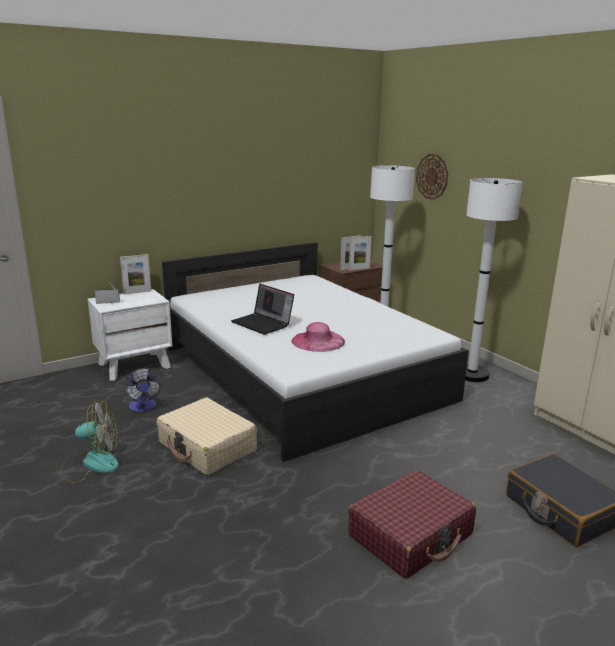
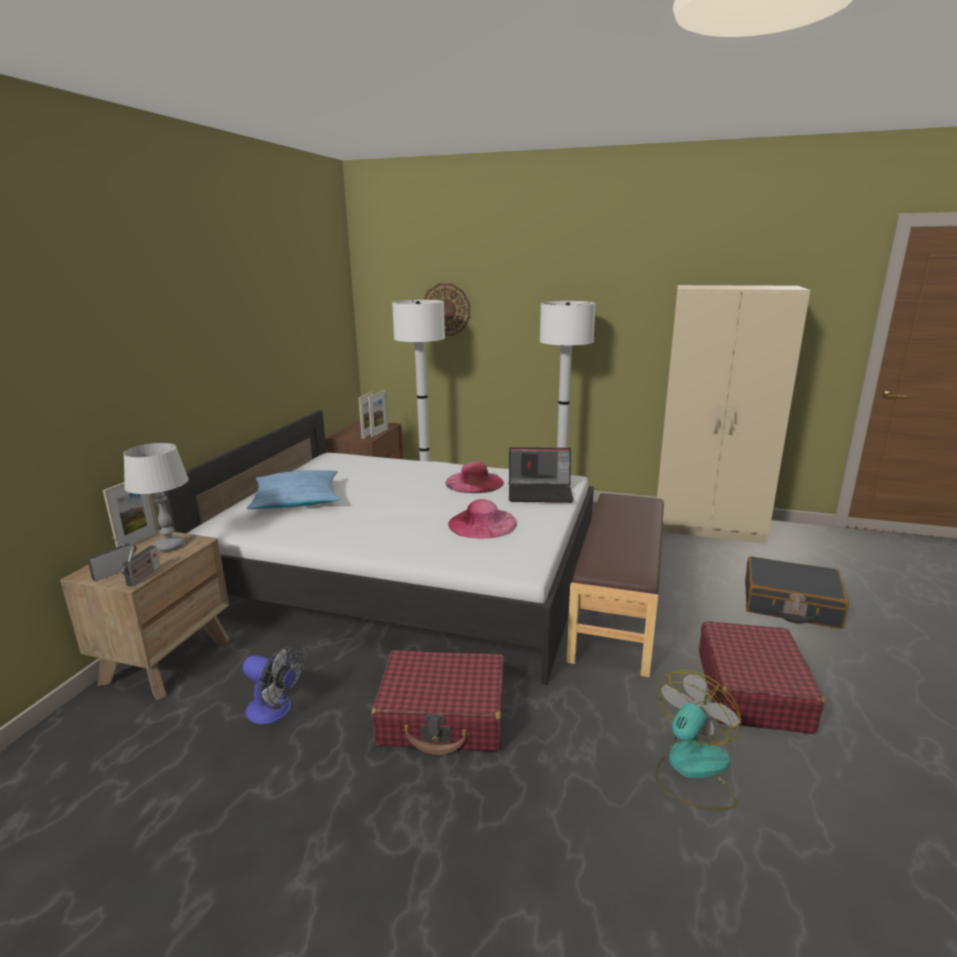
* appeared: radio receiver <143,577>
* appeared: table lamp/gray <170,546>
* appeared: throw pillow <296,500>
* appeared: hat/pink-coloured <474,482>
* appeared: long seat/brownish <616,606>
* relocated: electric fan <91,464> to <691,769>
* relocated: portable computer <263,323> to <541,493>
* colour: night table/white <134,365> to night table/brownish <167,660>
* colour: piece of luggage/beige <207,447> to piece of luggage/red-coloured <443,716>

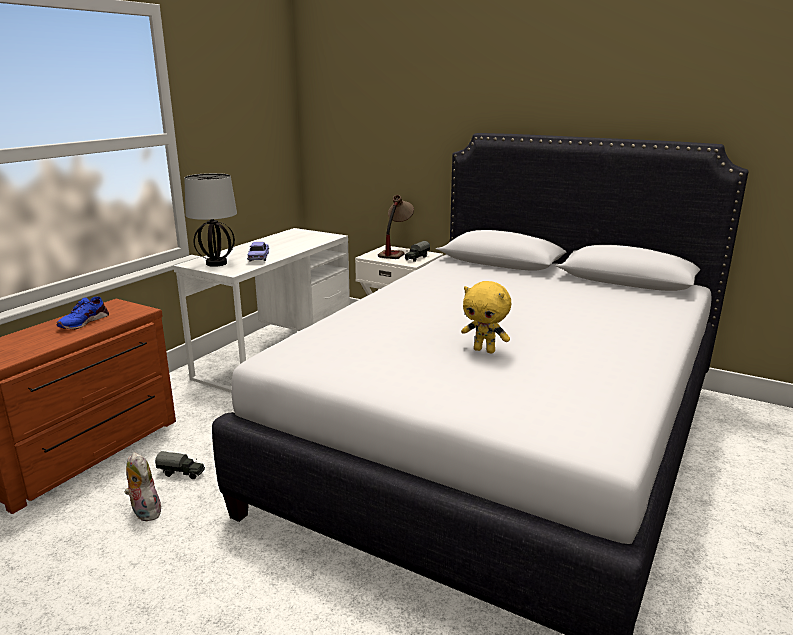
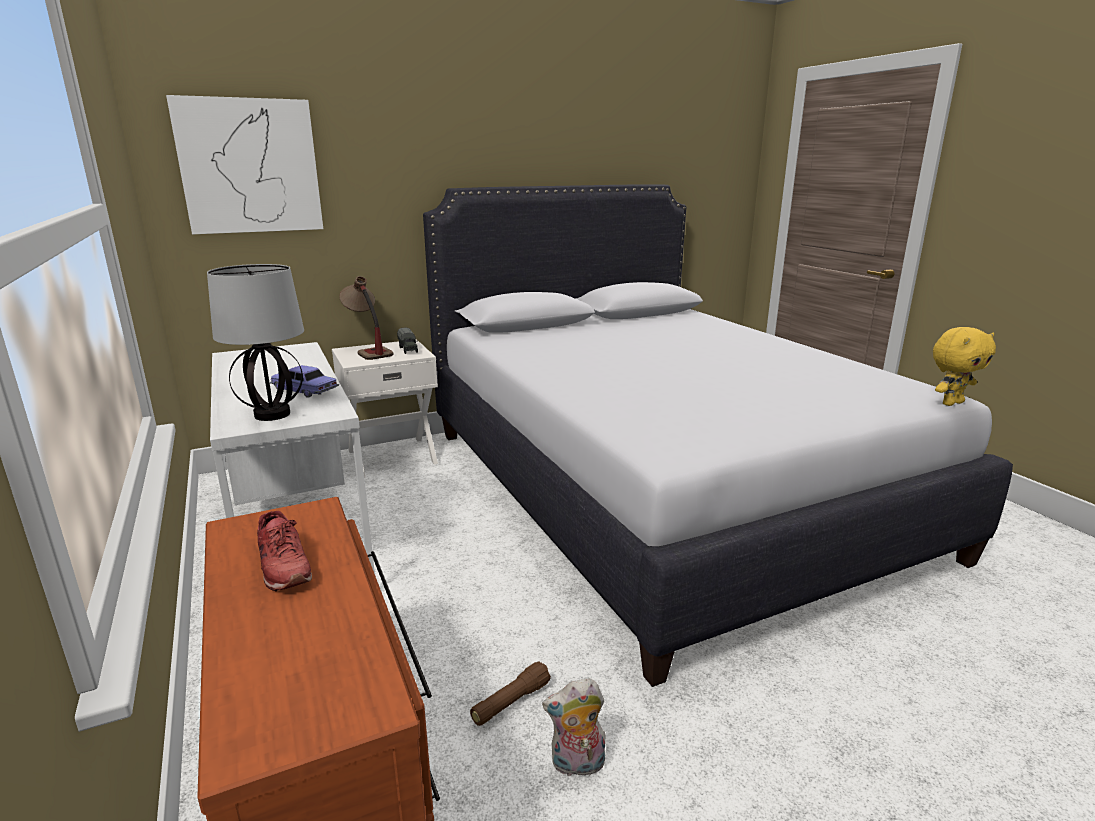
* appeared: wall art <250,166>
* relocated: soft toy/yellow <485,350> to <951,403>
* exchanged: model truck <182,473> to torch/brownish <511,702>
* colour: shoe/blue-coloured <83,322> to shoe/red-coloured <283,566>

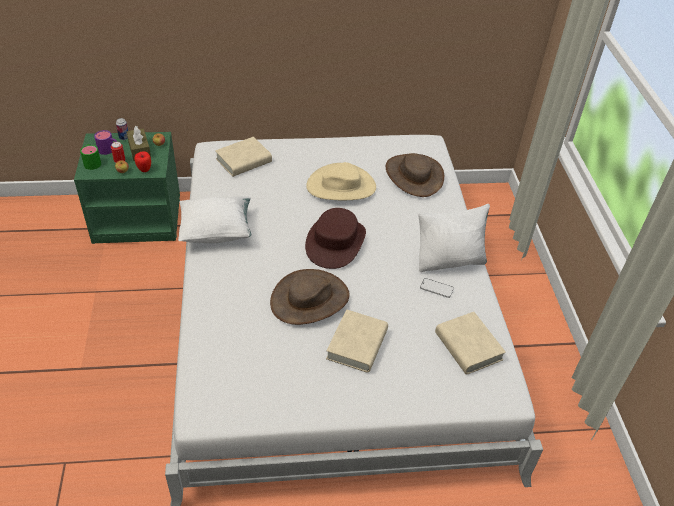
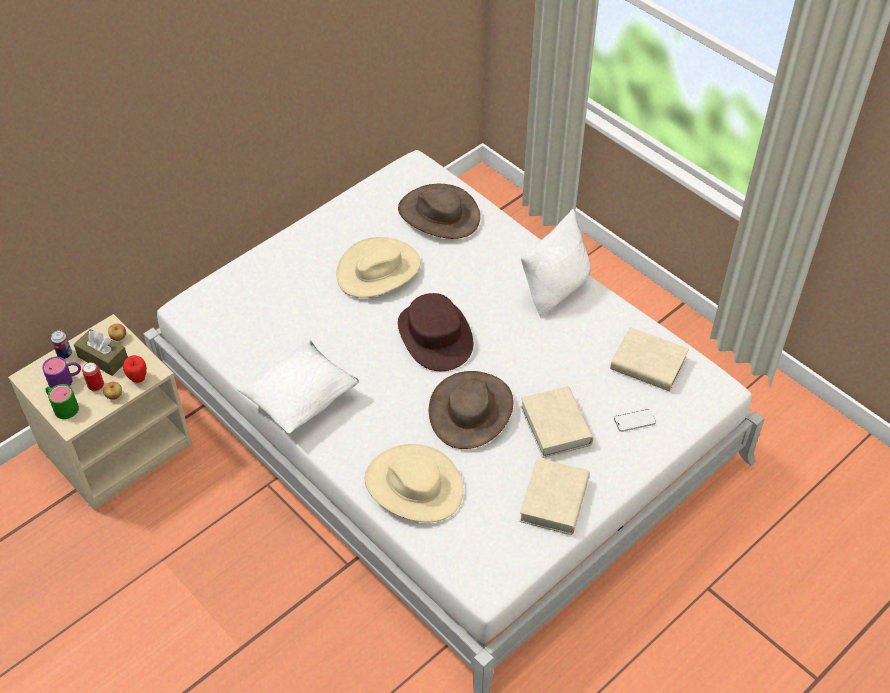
* appeared: hat/beige <414,485>
* relocated: book/beige <244,161> to <554,500>
* relocated: phone <436,288> to <634,421>
* colour: night table/green <138,218> to night table/beige <116,445>

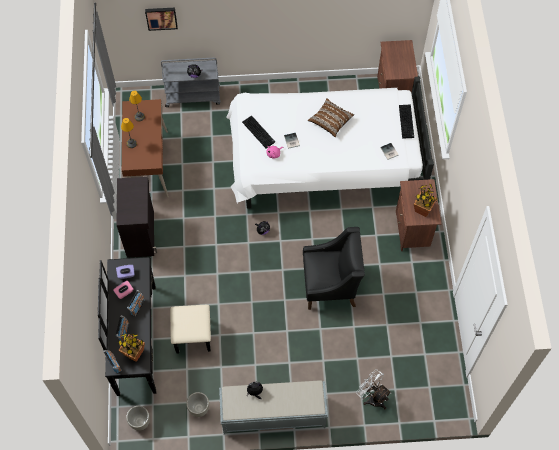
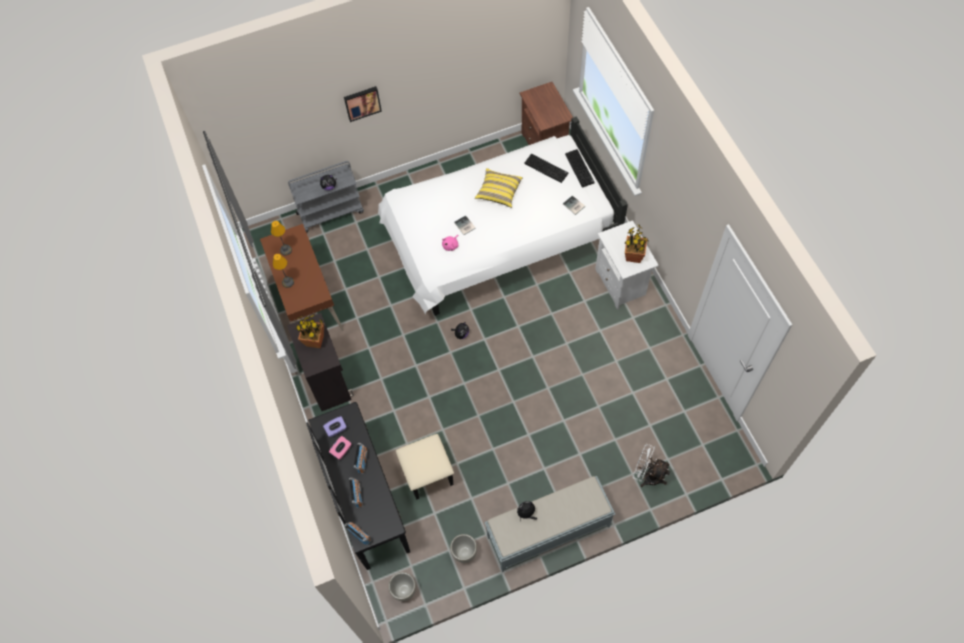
* missing: lounge chair/black-coloured <330,285>
* relocated: potted plant <134,353> to <315,340>
* relocated: wall art <161,17> to <362,102>
* relocated: keyboard <259,132> to <547,168>
* colour: throw pillow/brownish <330,121> to throw pillow/yellow <499,192>
* colour: night table/brownish <413,230> to night table/white <621,283>

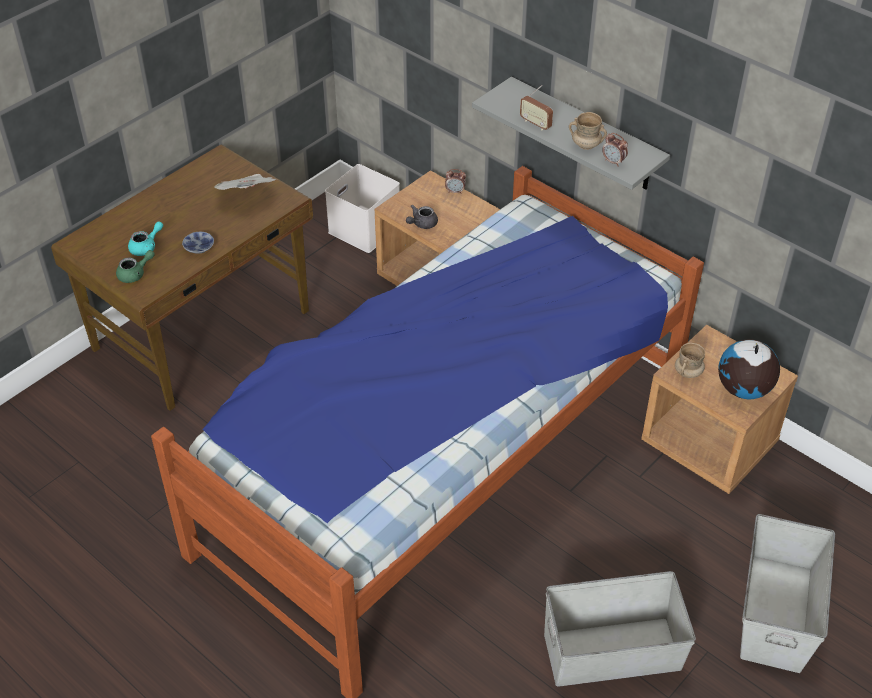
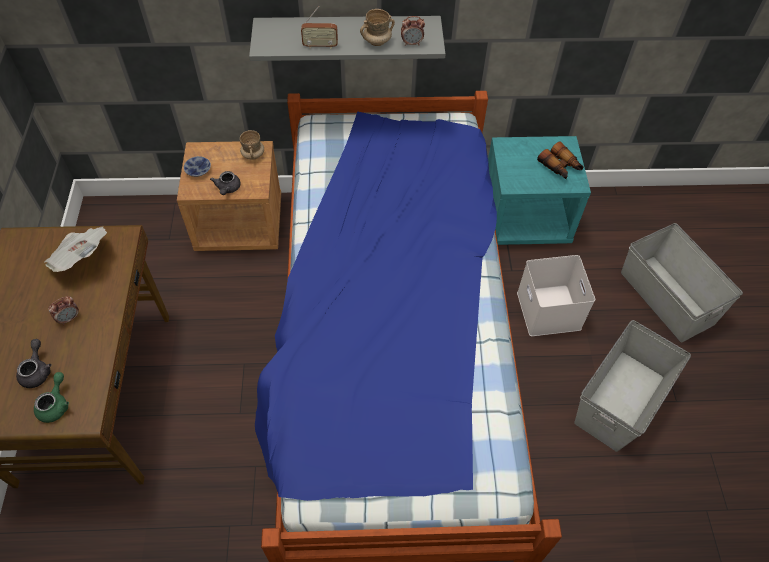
* relocated: serving bowl <199,248> to <199,171>
* relocated: storage bin/white <364,230> to <550,311>
* relocated: alarm clock <455,191> to <69,318>
* relocated: mug/beige <688,373> to <253,155>
* exchanged: world globe <743,389> to field glasses <560,167>
* colour: pot for tea/blue-green <146,247> to pot for tea/gray <37,371>
* colour: night table/brownish <709,444> to night table/blue-green <525,219>

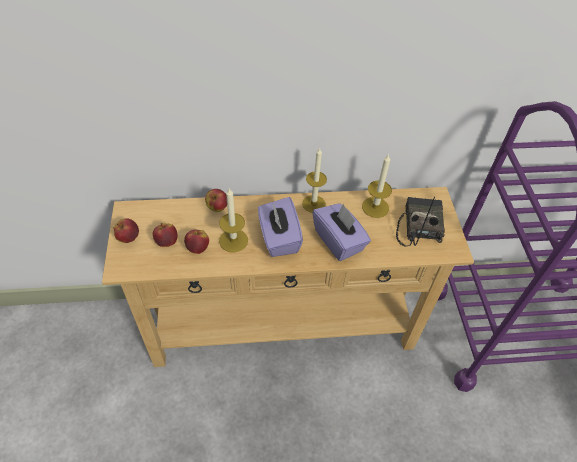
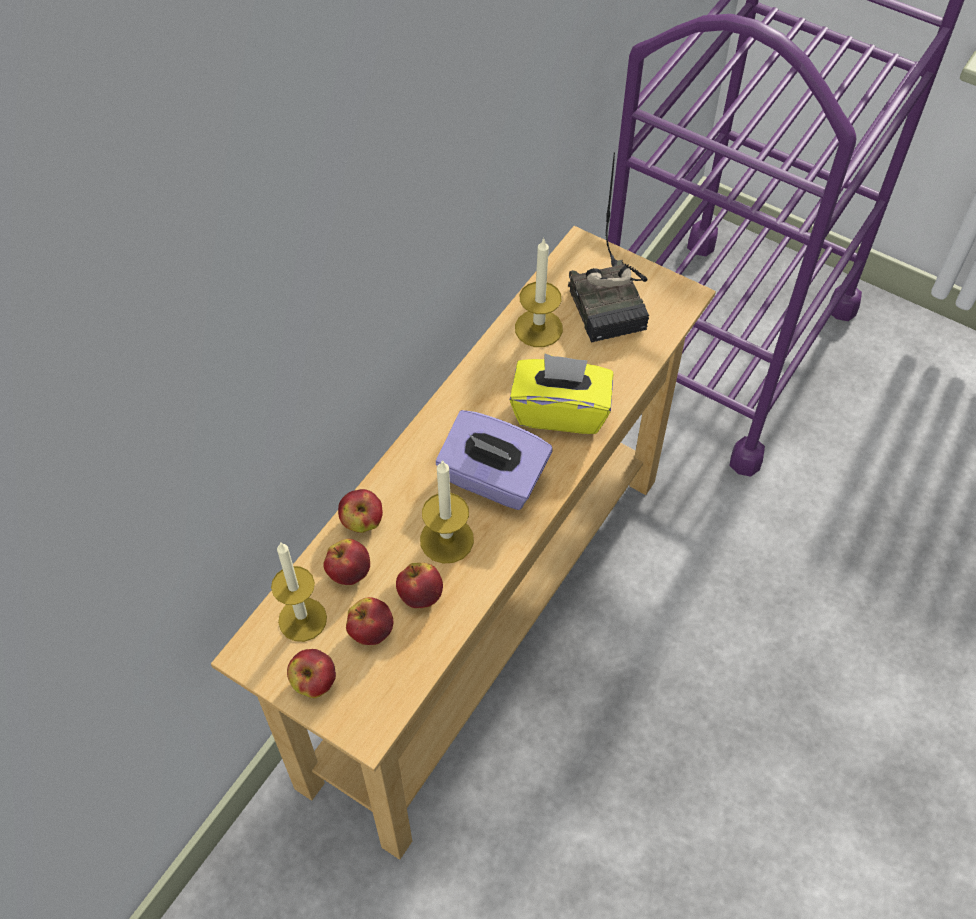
* appeared: apple <349,572>
* relocated: wax candle <313,204> to <302,619>
* colour: tissue holder/purple-coloured <339,241> to tissue holder/yellow <560,411>
* spun: radio receiver <418,226> = <612,304> 150 degrees counterclockwise

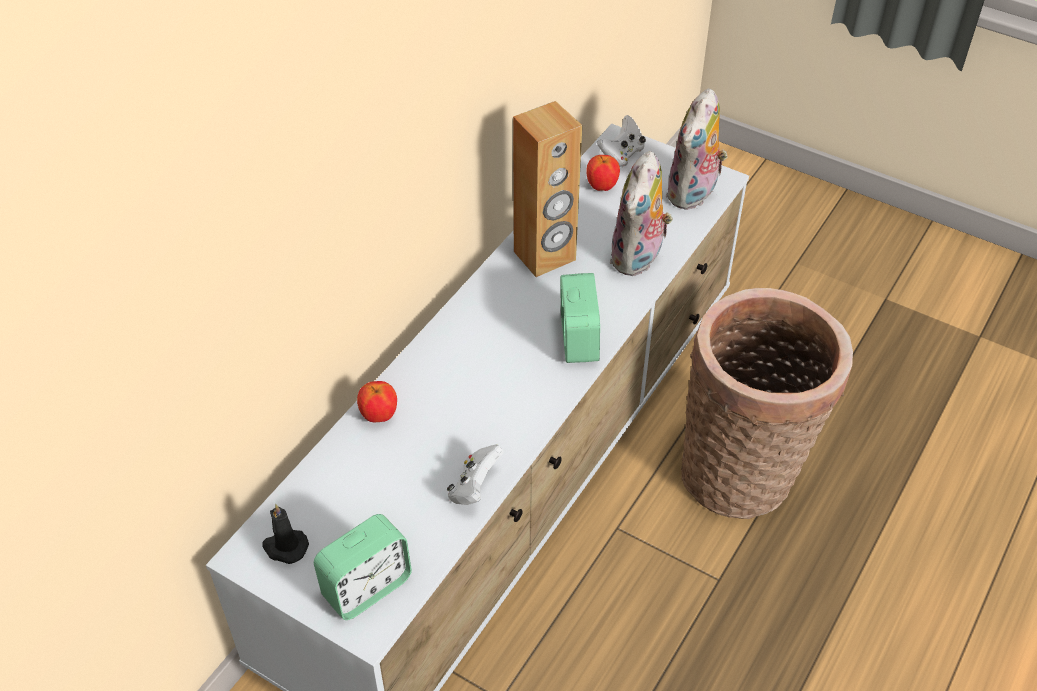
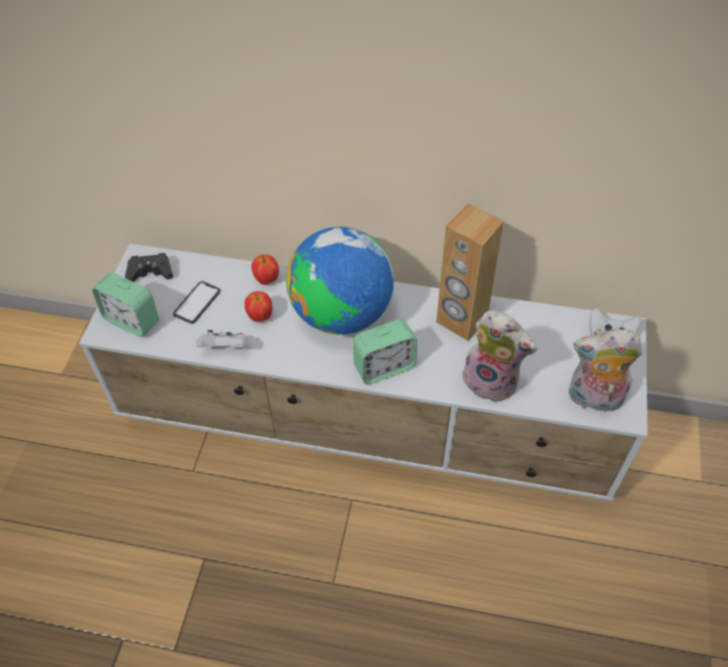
* missing: basket <744,473>
* appeared: phone <197,303>
* appeared: world globe <342,314>
* relocated: apple <602,187> to <260,316>
* exchanged: wax candle/black-coloured <285,547> to joypad/black-coloured <150,272>
* spun: soft toy <638,258> = <492,381> 150 degrees counterclockwise

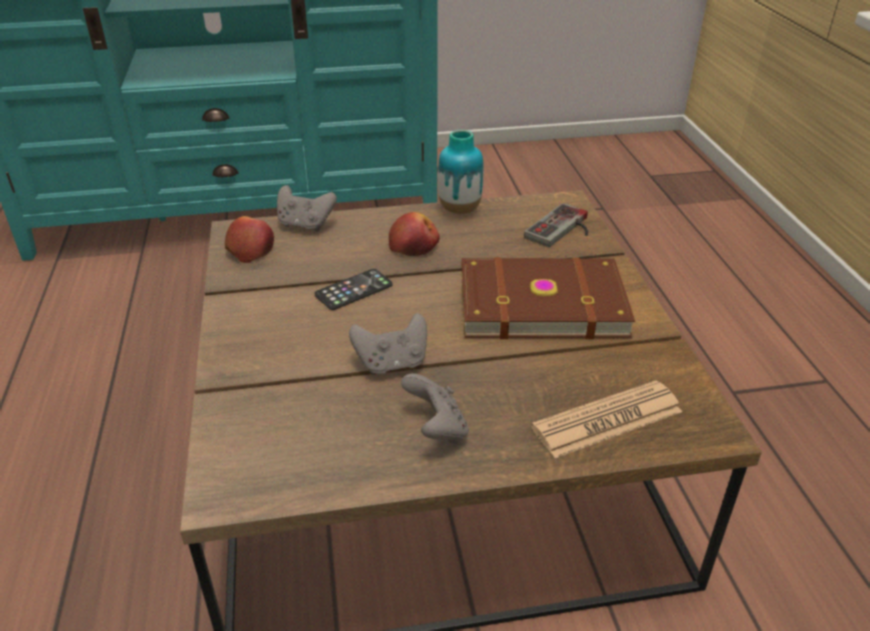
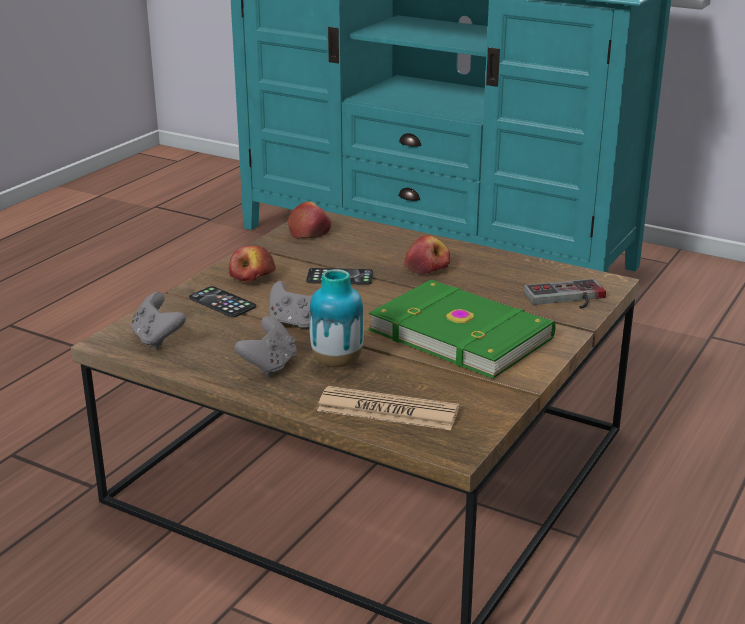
* appeared: phone <222,303>
* appeared: apple <253,277>
* relocated: joypad/gray <305,225> to <157,339>
* relocated: decorative vase <459,209> to <337,362>
* colour: book/brownish <540,302> to book/green <461,333>

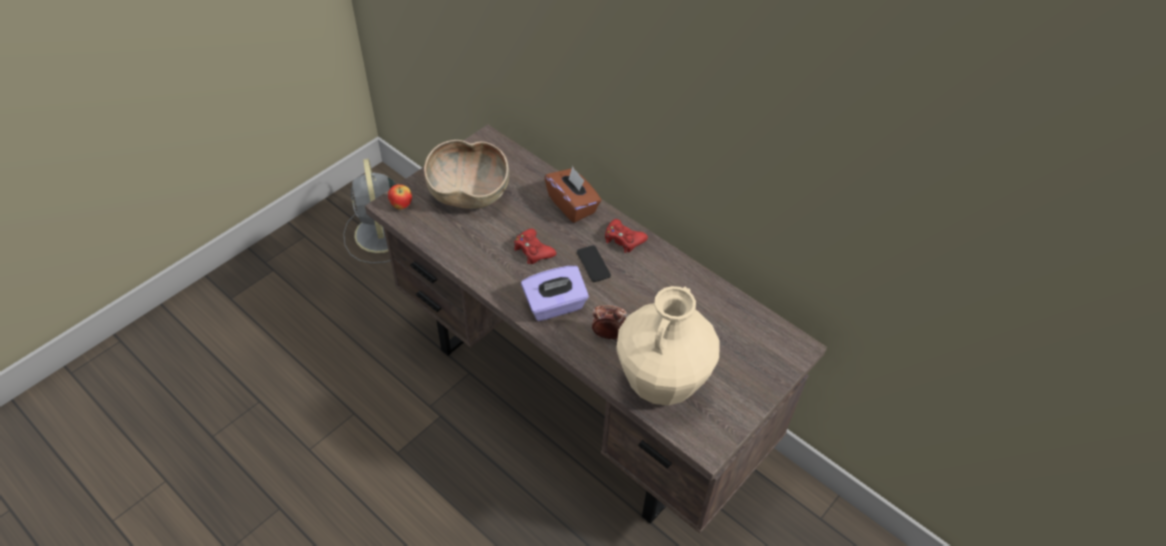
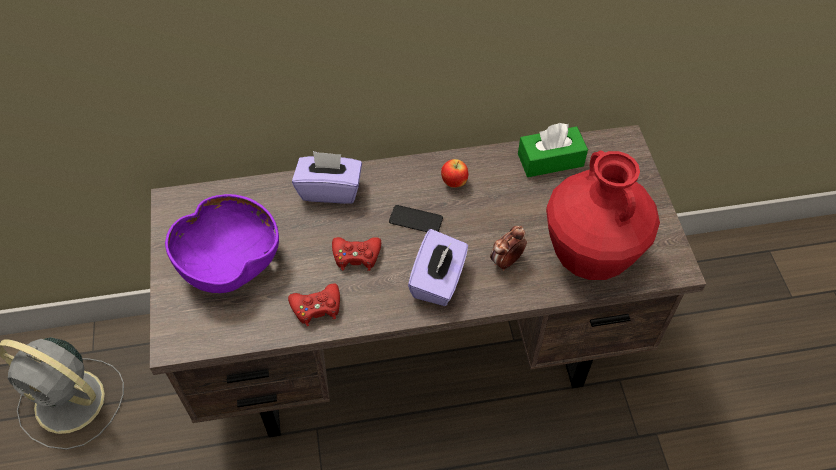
* appeared: tissue holder/green <550,160>
* relocated: apple <401,205> to <454,183>
* relocated: joypad/red-coloured <623,240> to <317,307>
* colour: serving bowl/brownish <469,193> to serving bowl/purple-coloured <230,262>
* colour: tissue holder/brownish <572,205> to tissue holder/purple-coloured <330,190>
* colour: decorative vase/beige <661,384> to decorative vase/red-coloured <590,258>

